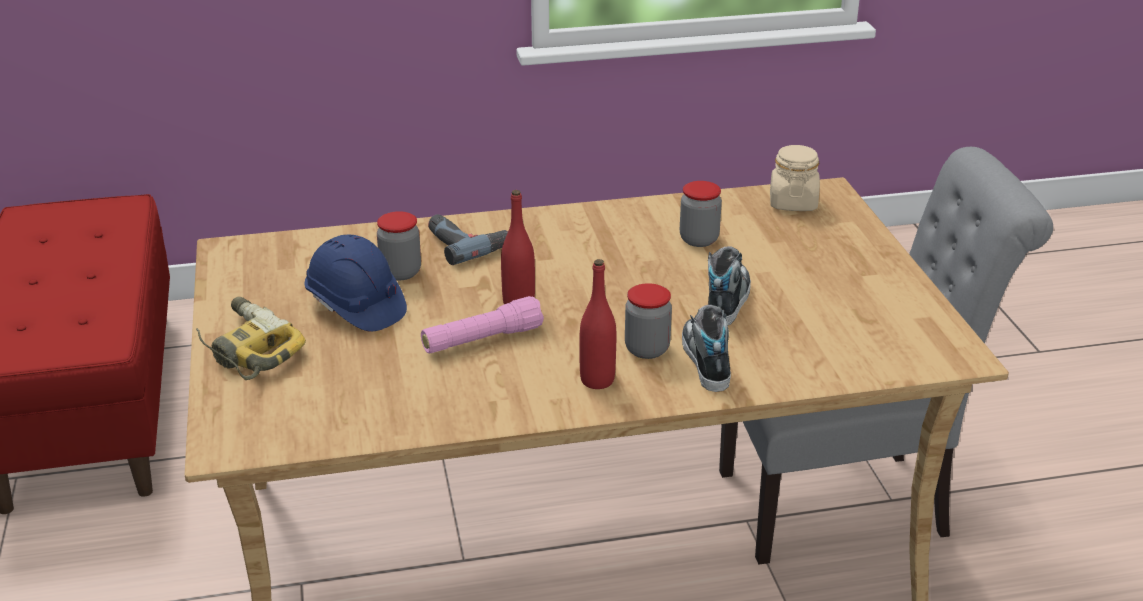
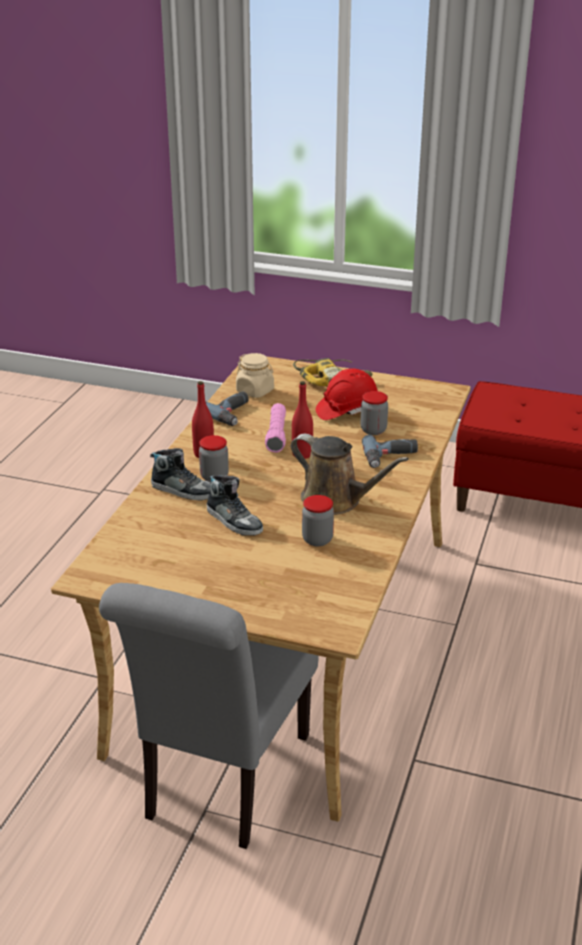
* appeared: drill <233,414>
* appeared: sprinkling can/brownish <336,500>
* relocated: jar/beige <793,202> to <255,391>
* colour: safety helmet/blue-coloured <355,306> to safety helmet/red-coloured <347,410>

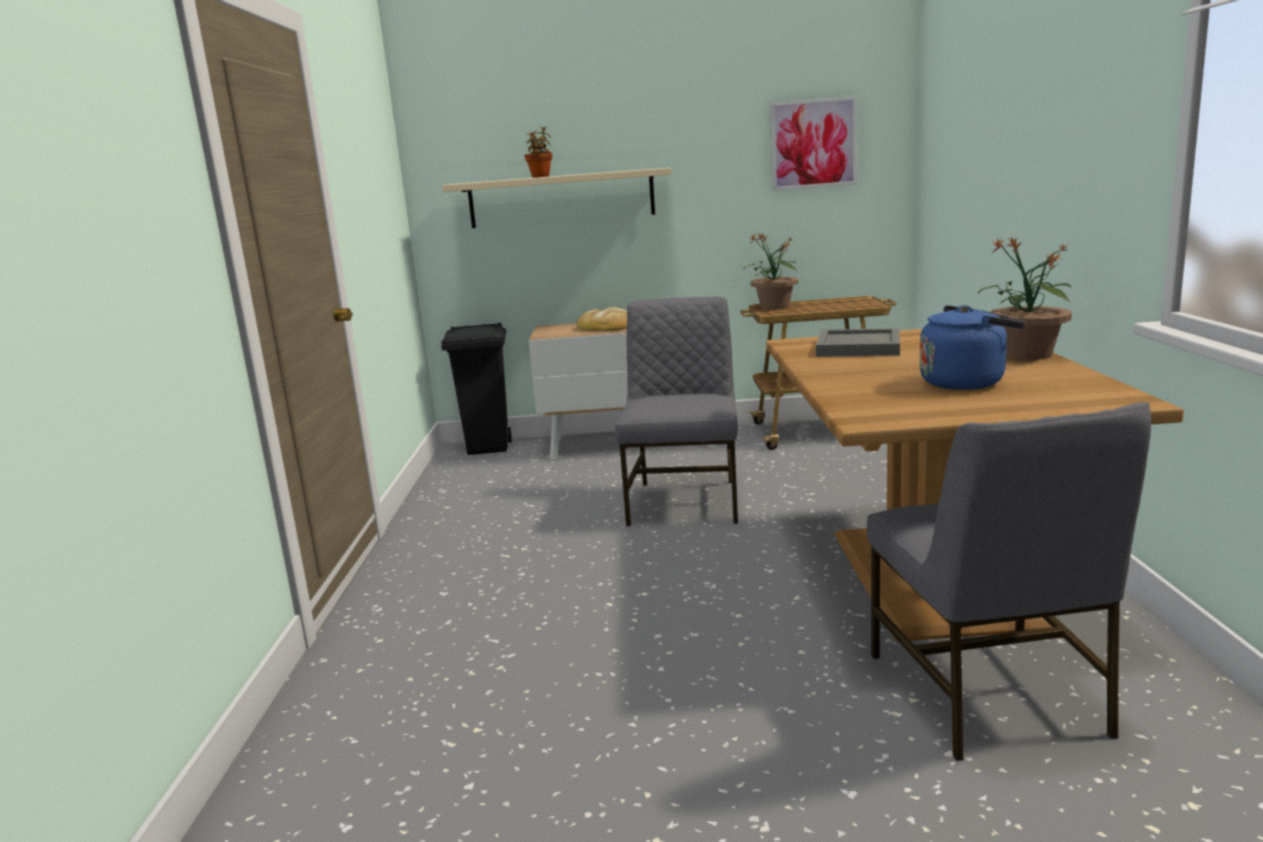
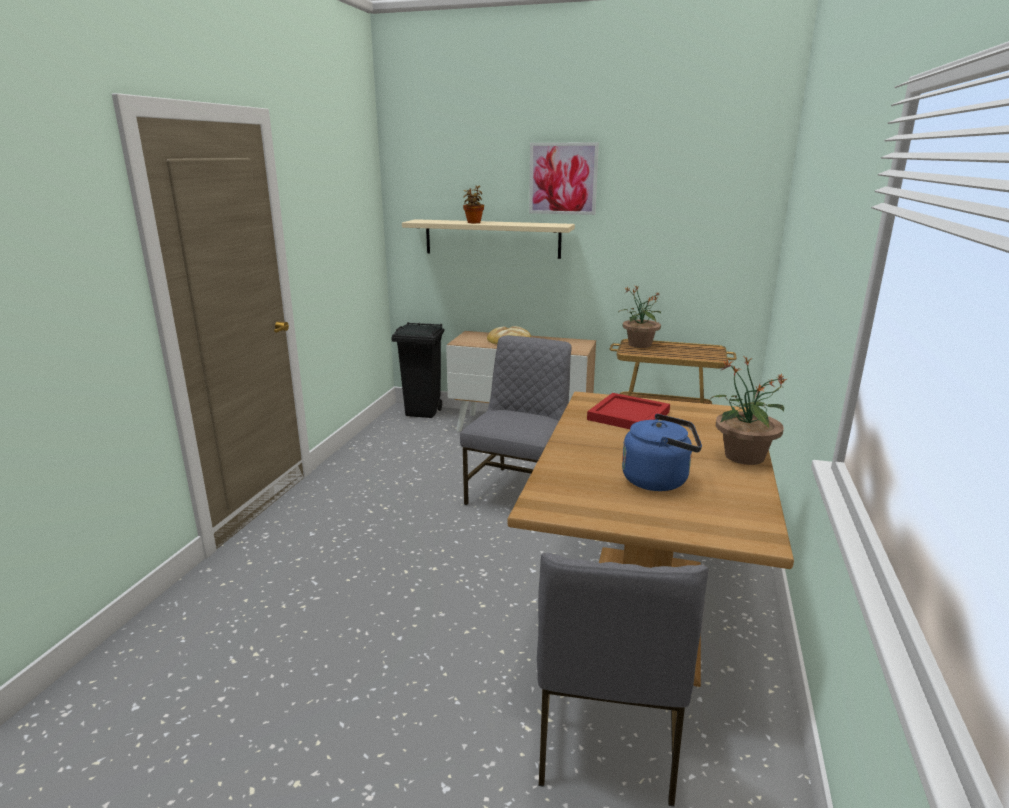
* relocated: wall art <813,144> to <563,178>
* colour: tray/gray <857,347> to tray/red-coloured <628,415>

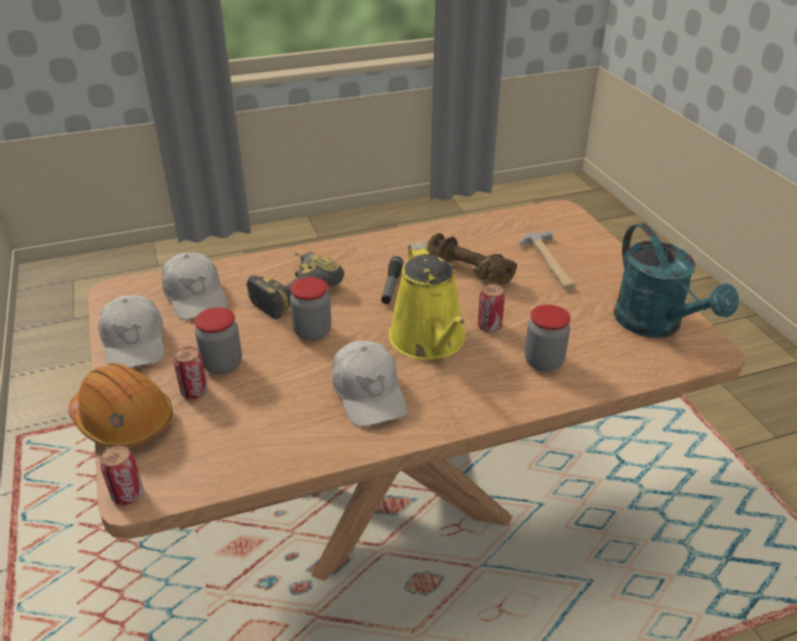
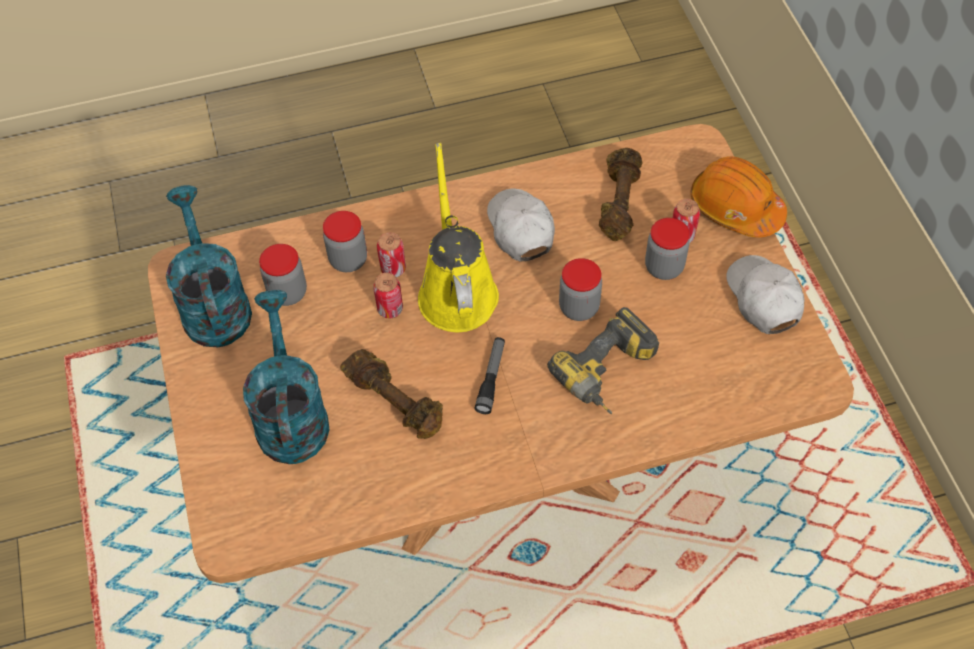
* missing: baseball cap/white <195,296>
* appeared: jar <288,292>
* appeared: hand weight/brownish <618,203>
* relocated: metal can <127,495> to <393,269>
* exchanged: hammer <548,263> to sprinkling can/blue-green <290,414>

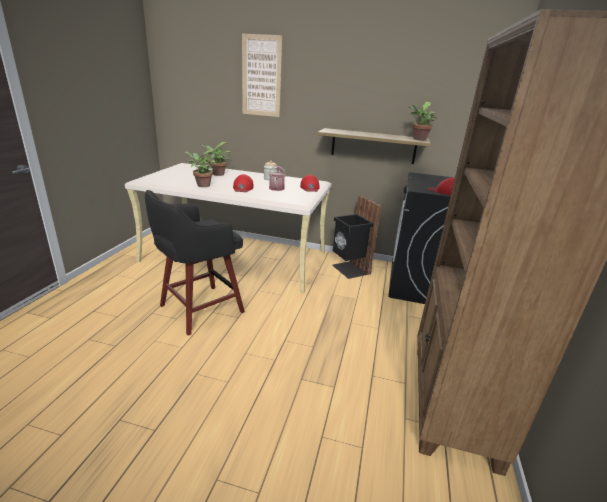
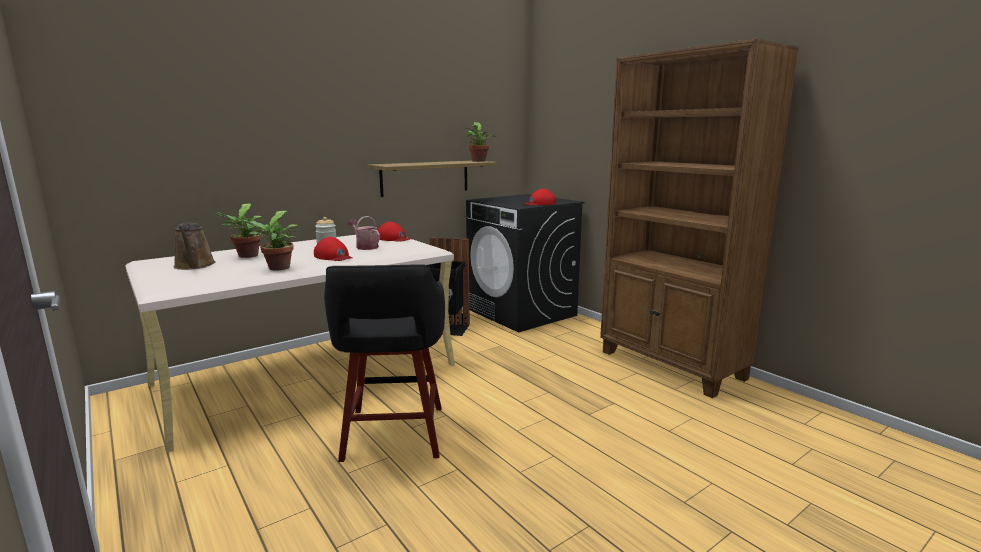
* missing: wall art <261,76>
* appeared: sprinkling can/brownish <194,266>

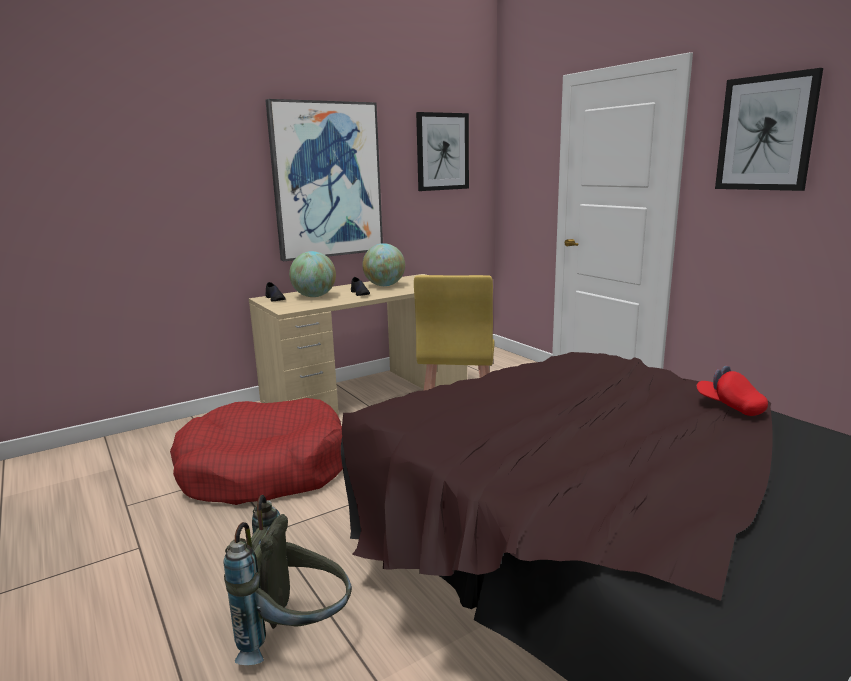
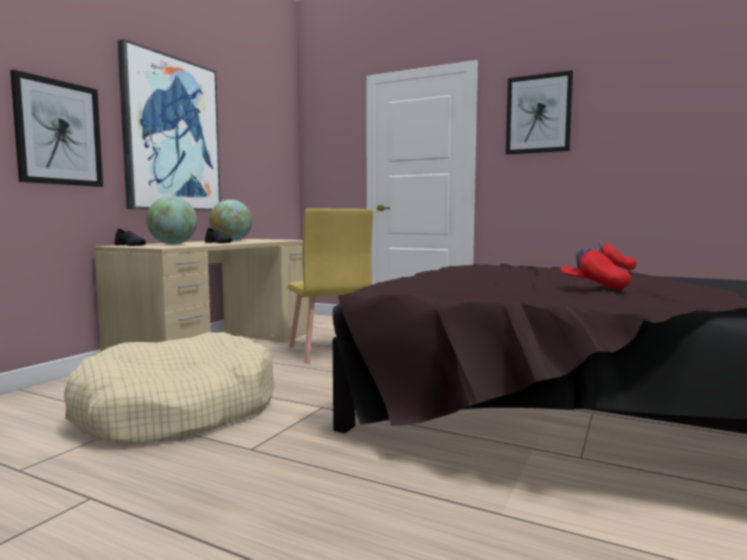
* missing: rucksack/gray <297,636>
* appeared: baseball cap/red-coloured <594,286>
* relocated: wall art <442,152> to <58,133>
* colour: pet bed/red-coloured <264,470> to pet bed/beige <178,411>

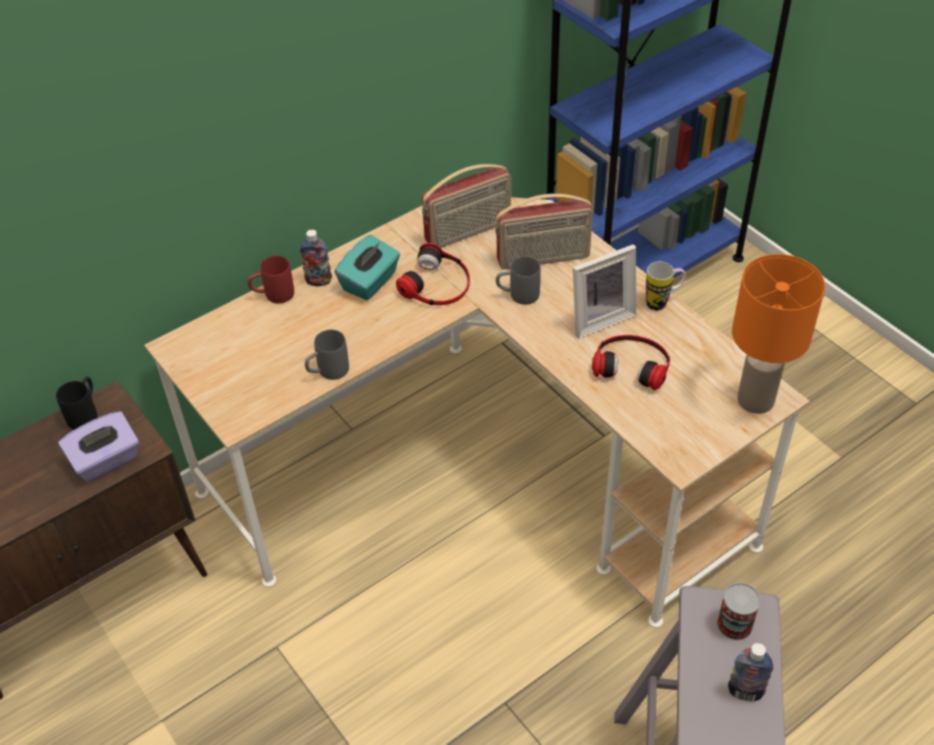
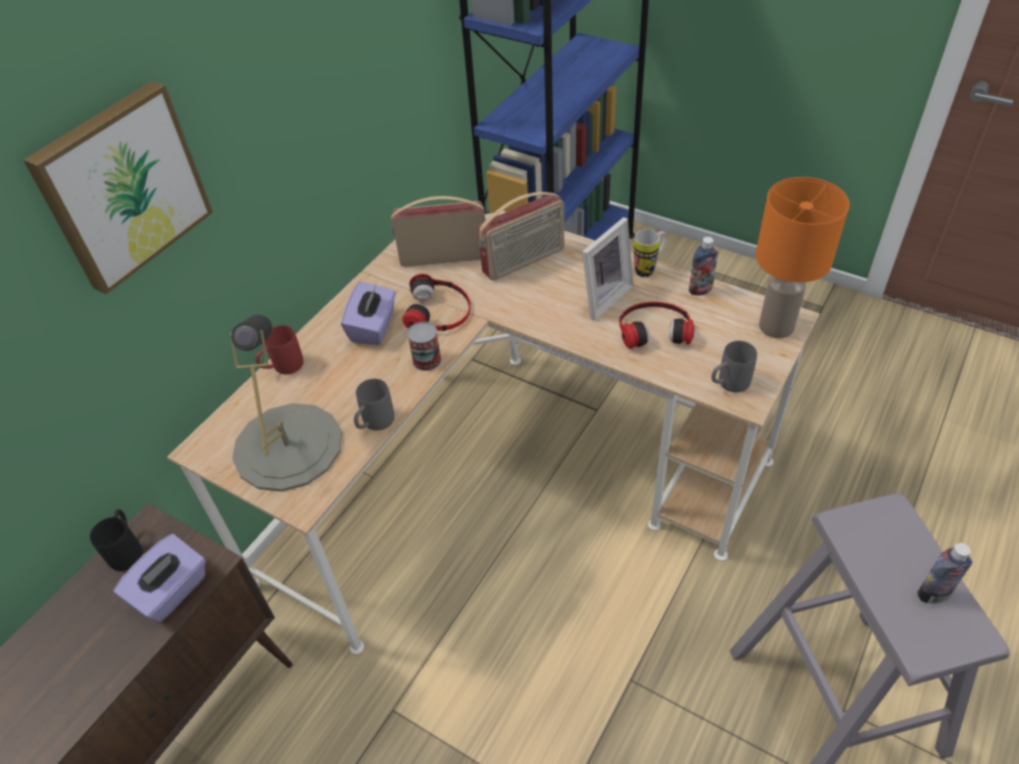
* appeared: wall art <122,186>
* appeared: table lamp/gray <287,446>
* relocated: beverage bottle <318,281> to <700,290>
* relocated: mug/gray <517,295> to <728,384>
* relocated: metal can <734,624> to <427,360>
* colour: tissue holder/blue-green <370,282> to tissue holder/purple-coloured <374,327>
* spun: radio receiver <468,232> = <444,257> 135 degrees counterclockwise

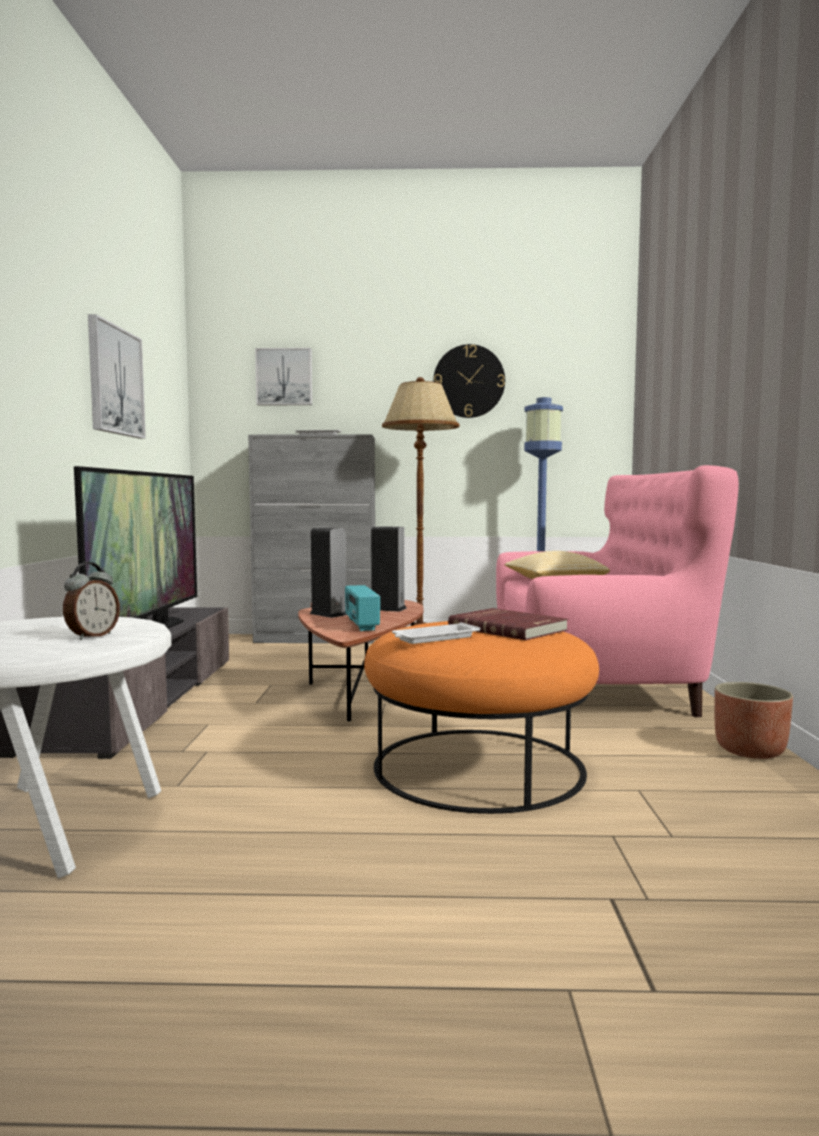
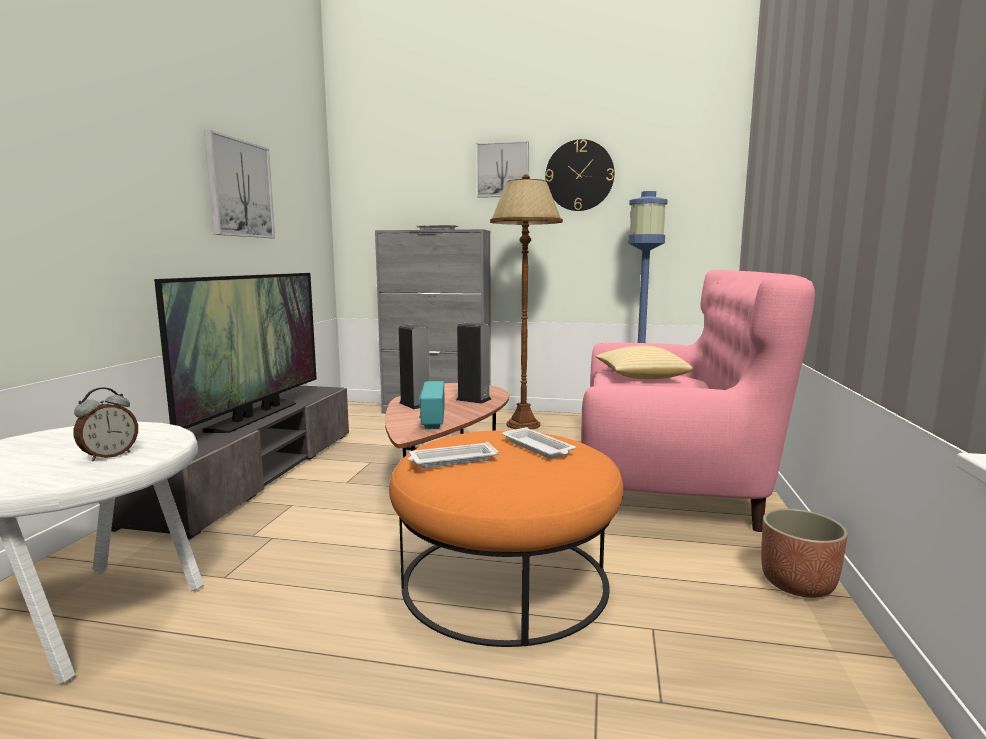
* relocated: wall art <284,377> to <503,170>
* exchanged: book/red-coloured <508,628> to tray/white <538,448>

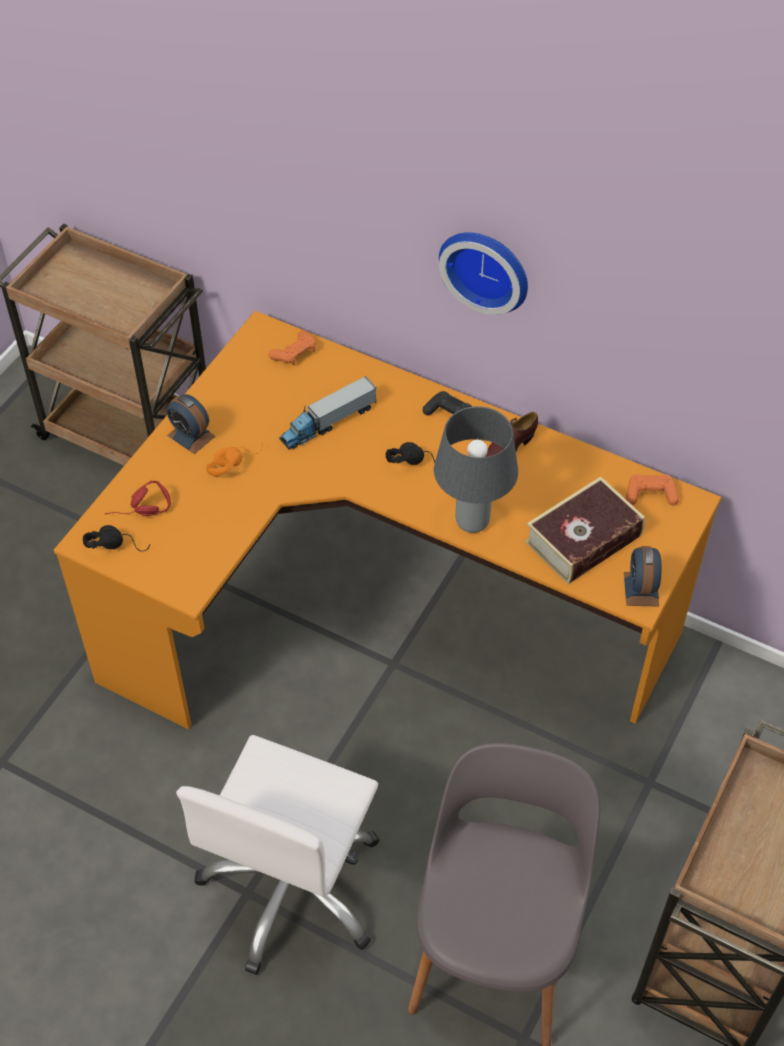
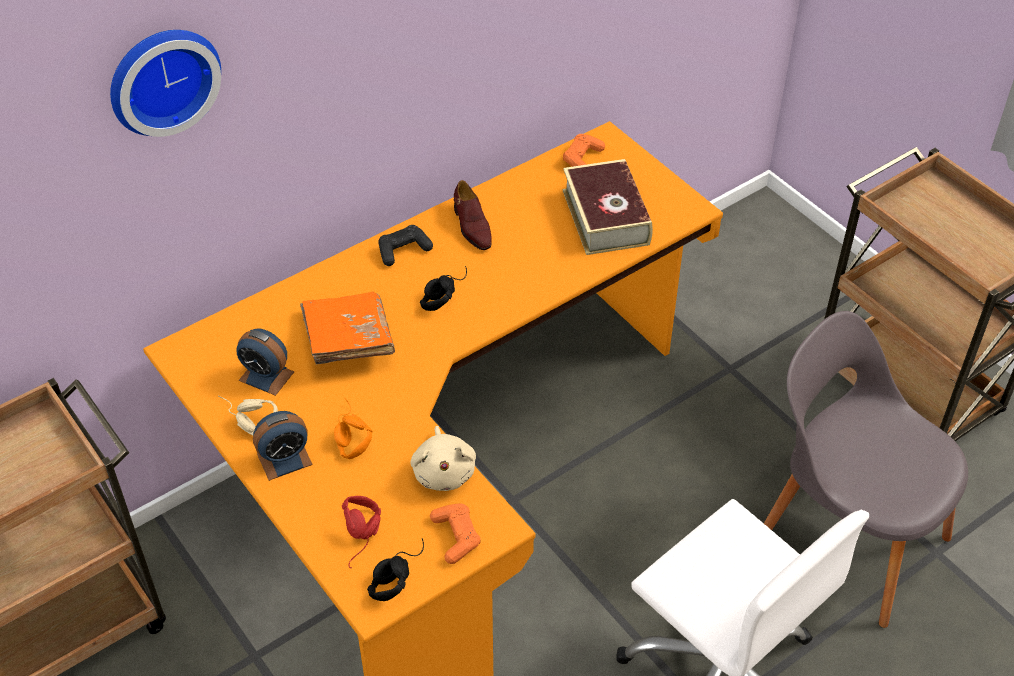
* missing: table lamp/gray <472,523>
* appeared: pair of headphones/beige <245,422>
* appeared: soft toy/beige <444,471>
* relocated: joypad/orange <294,353> to <456,537>
* relocated: clock on the wall <487,267> to <161,78>
* relocated: alarm clock <641,589> to <266,376>
* exchanged: model truck <328,423> to book/orange <348,341>

